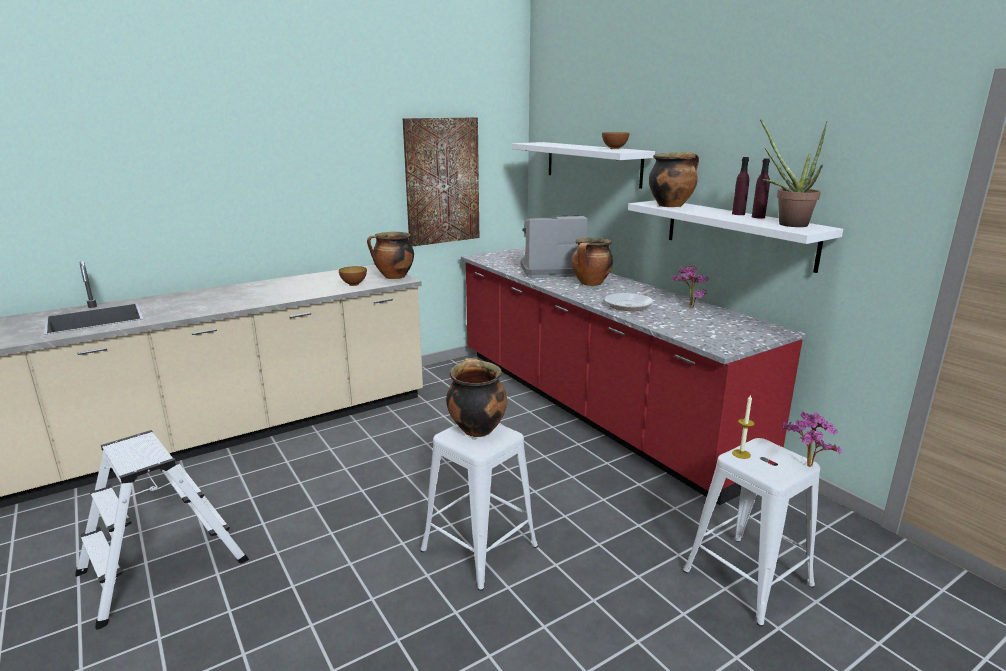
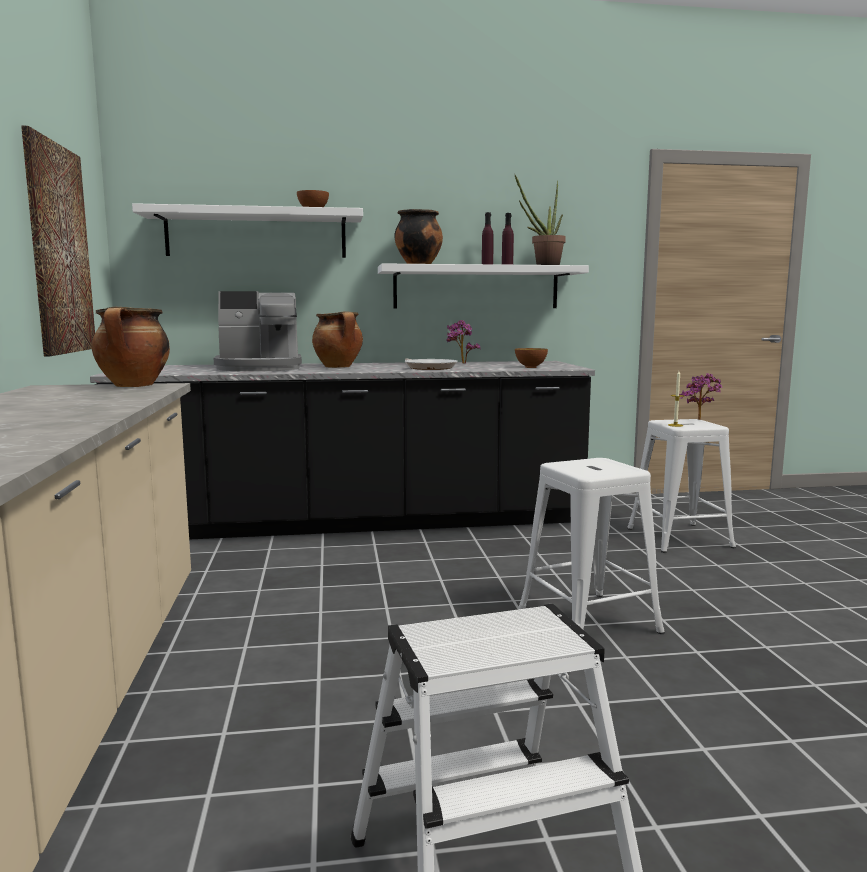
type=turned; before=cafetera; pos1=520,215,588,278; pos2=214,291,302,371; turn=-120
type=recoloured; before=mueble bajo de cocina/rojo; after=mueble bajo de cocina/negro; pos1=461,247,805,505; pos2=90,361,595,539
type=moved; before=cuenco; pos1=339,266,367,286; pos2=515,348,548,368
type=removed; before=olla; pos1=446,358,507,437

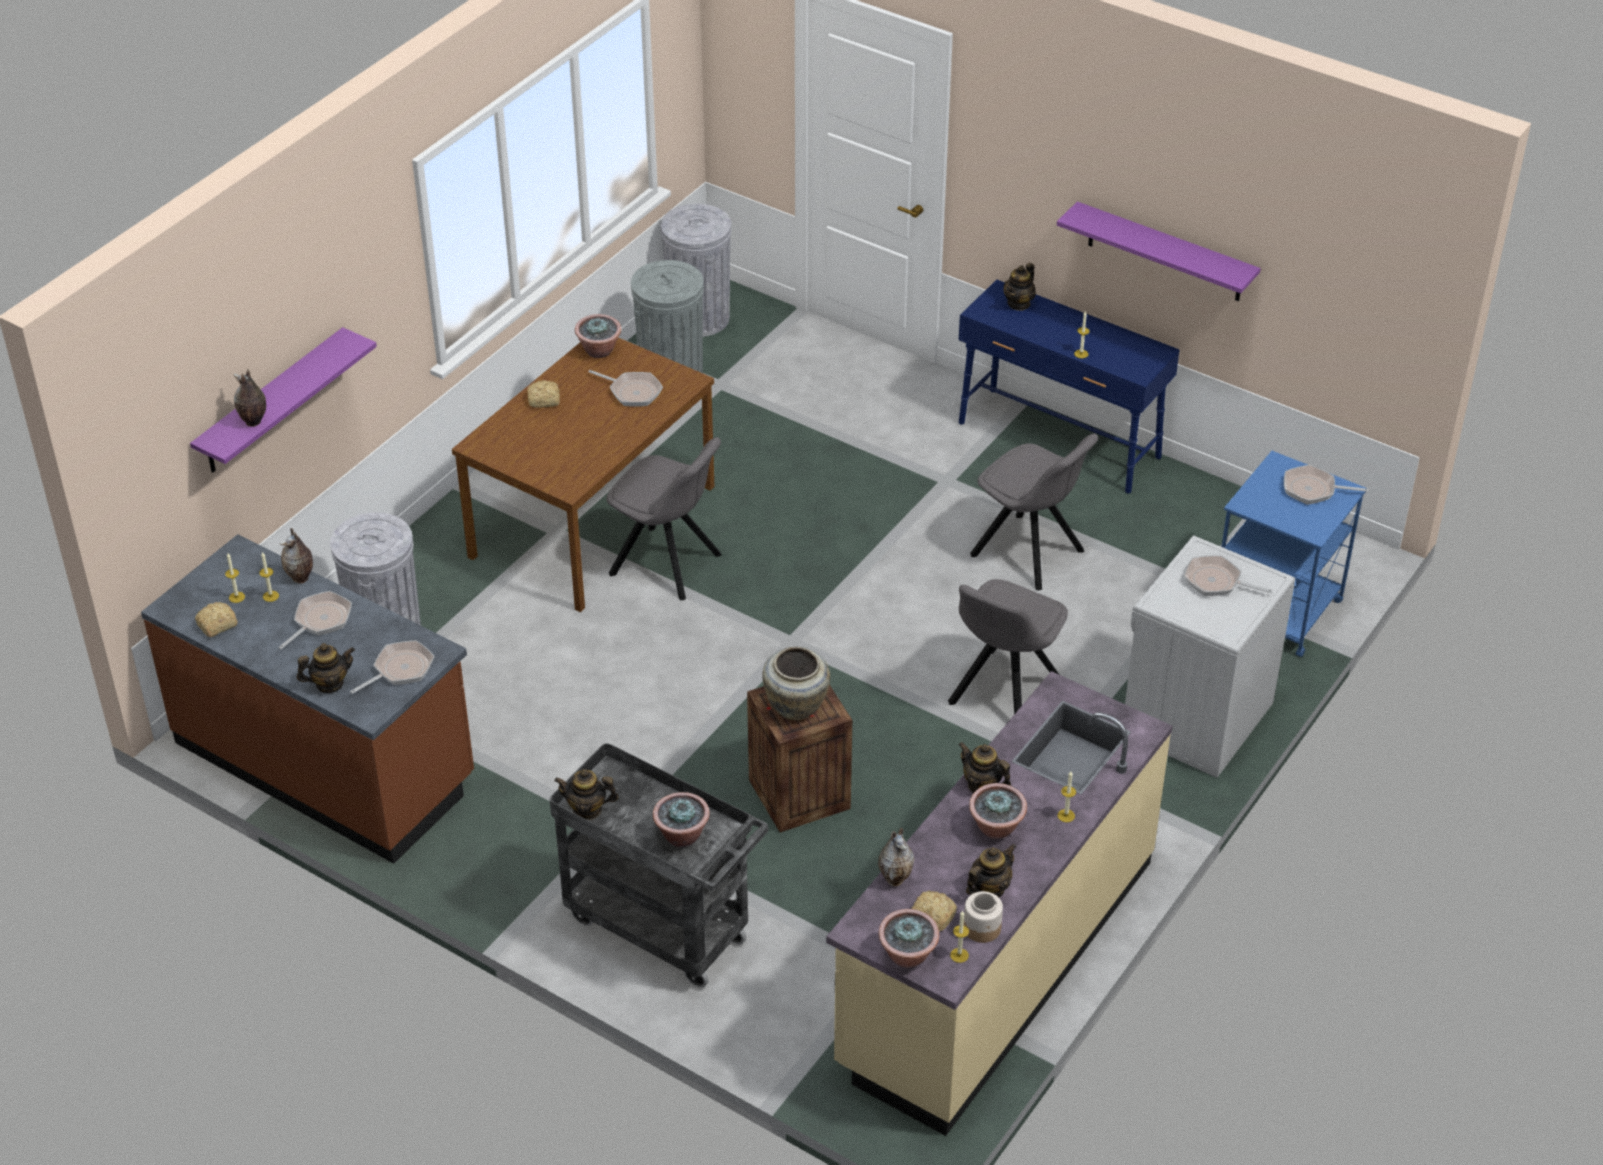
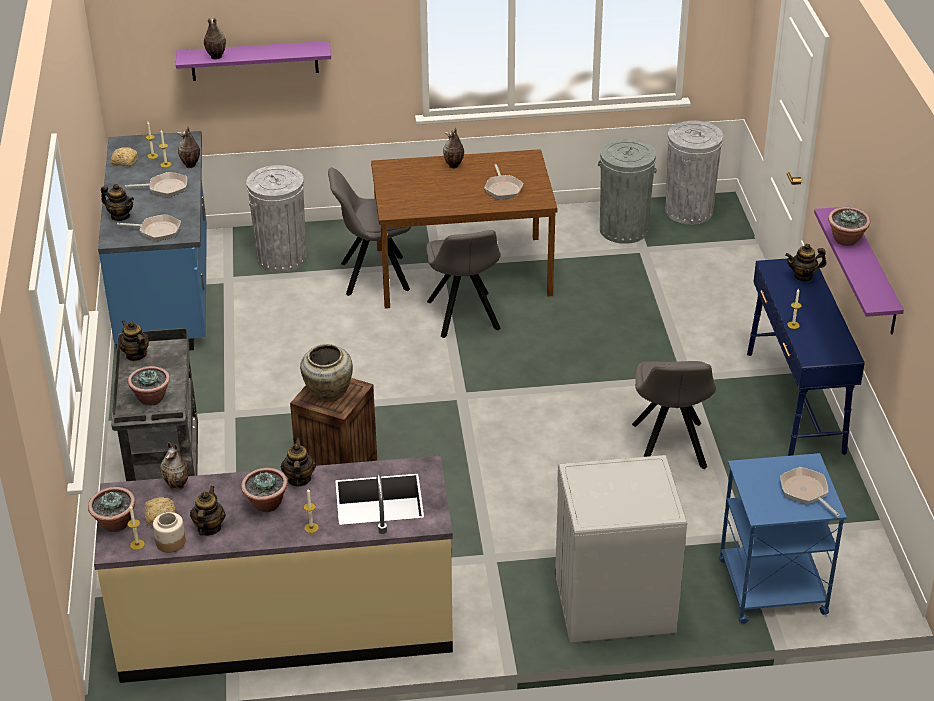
type=moved; before=planta en maceta; pos1=575,314,621,358; pos2=828,207,871,246
type=replaced; before=pan; after=florero; pos1=527,380,560,408; pos2=443,128,464,169
type=recoloured; before=mueble bajo de cocina/marrón; after=mueble bajo de cocina/azul; pos1=141,534,474,864; pos2=98,131,207,351
type=removed; before=sartén; pos1=1184,555,1273,596
type=moved; before=silla/gris; pos1=948,579,1068,714; pos2=328,167,411,296
type=turned; before=tetera; pos1=966,844,1016,898; pos2=190,486,226,536; turn=-90

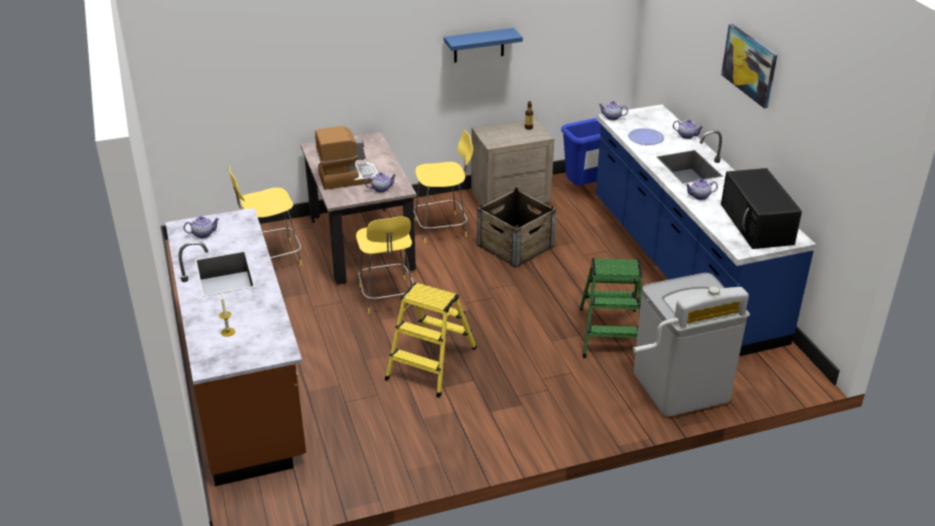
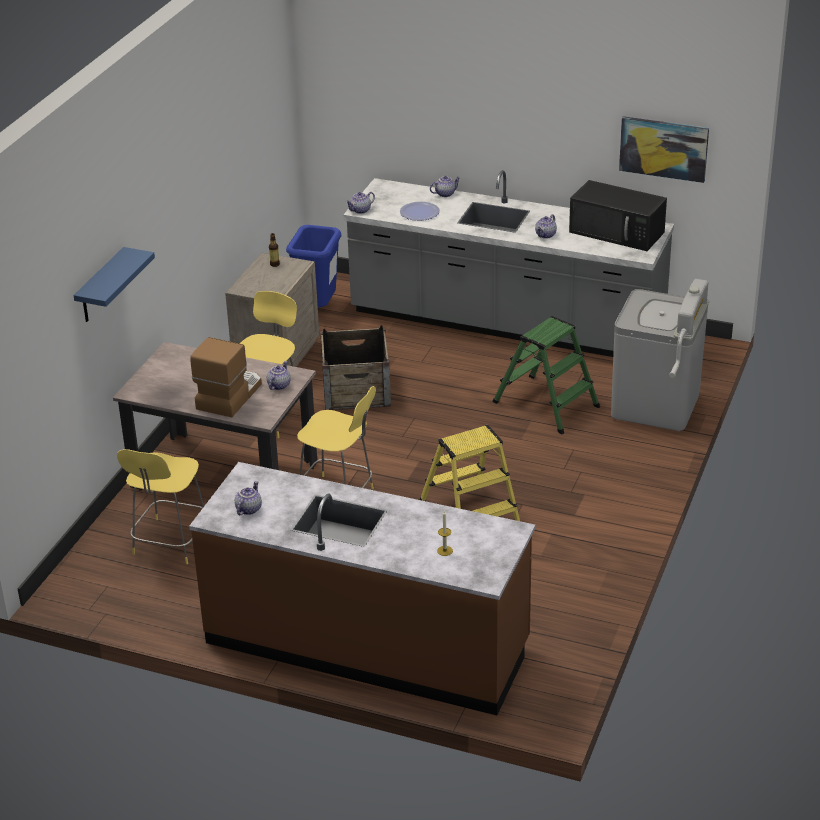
type=moved; before=cuadro; pos1=721,24,777,109; pos2=619,116,709,183
type=moved; before=estante/azul; pos1=444,28,523,63; pos2=73,247,155,322
type=recoloured; before=mueble bajo de cocina/azul; after=mueble bajo de cocina/gris; pos1=596,105,816,356; pos2=343,170,674,357

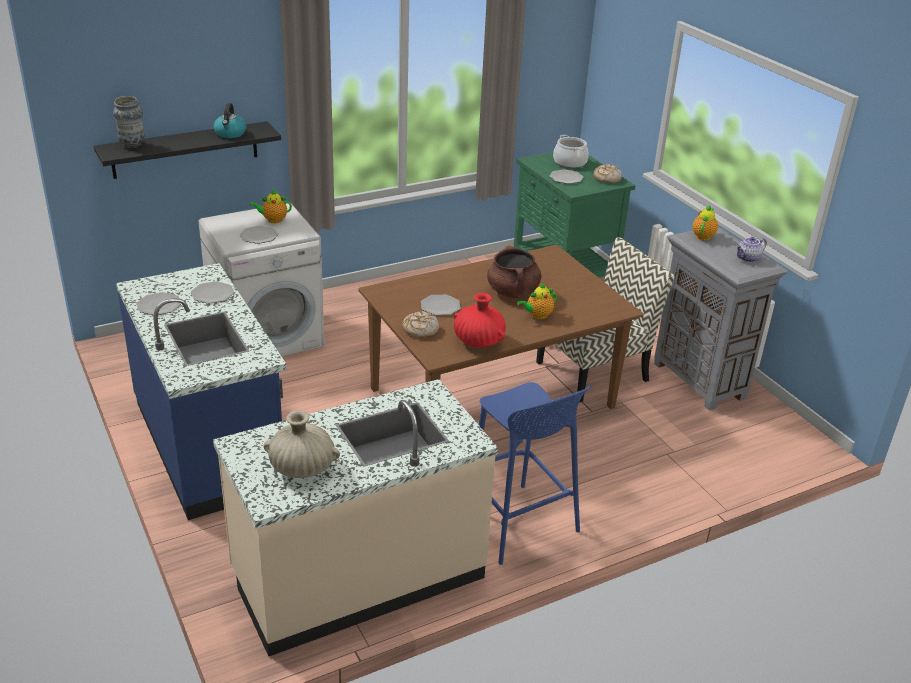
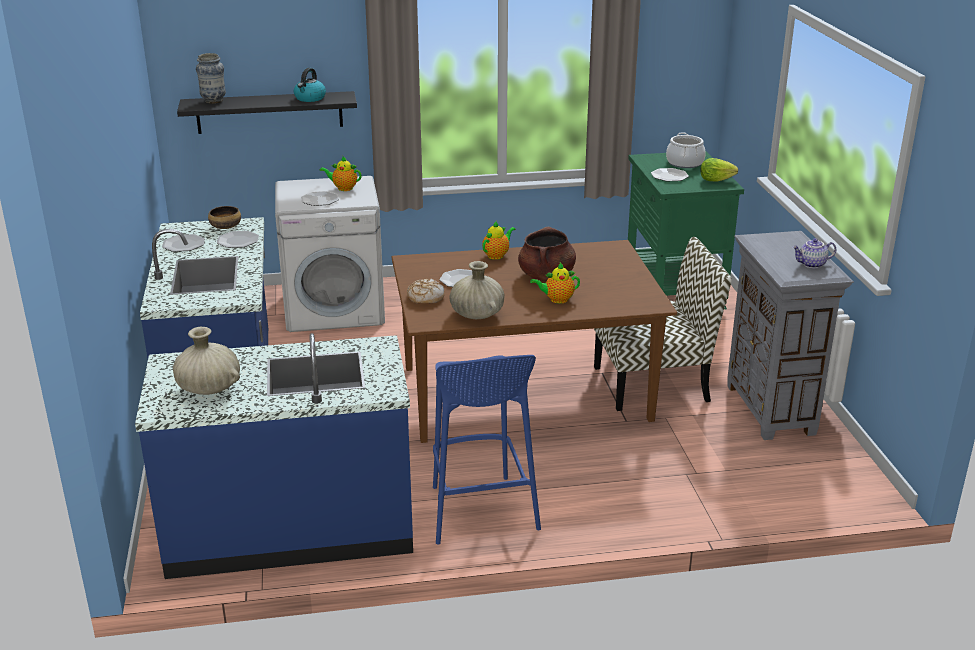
type=replaced; before=pan; after=lechuga; pos1=594,164,622,183; pos2=701,158,738,181
type=moved; before=tetera; pos1=693,205,718,240; pos2=482,221,515,260
type=recoloured; before=florero/rojo; after=florero/beis; pos1=454,293,506,347; pos2=449,261,505,319
type=recoloured; before=mueble bajo de cocina/beis; after=mueble bajo de cocina/azul; pos1=213,379,498,657; pos2=135,333,413,579
type=added; after=cuenco; pos2=208,206,241,229

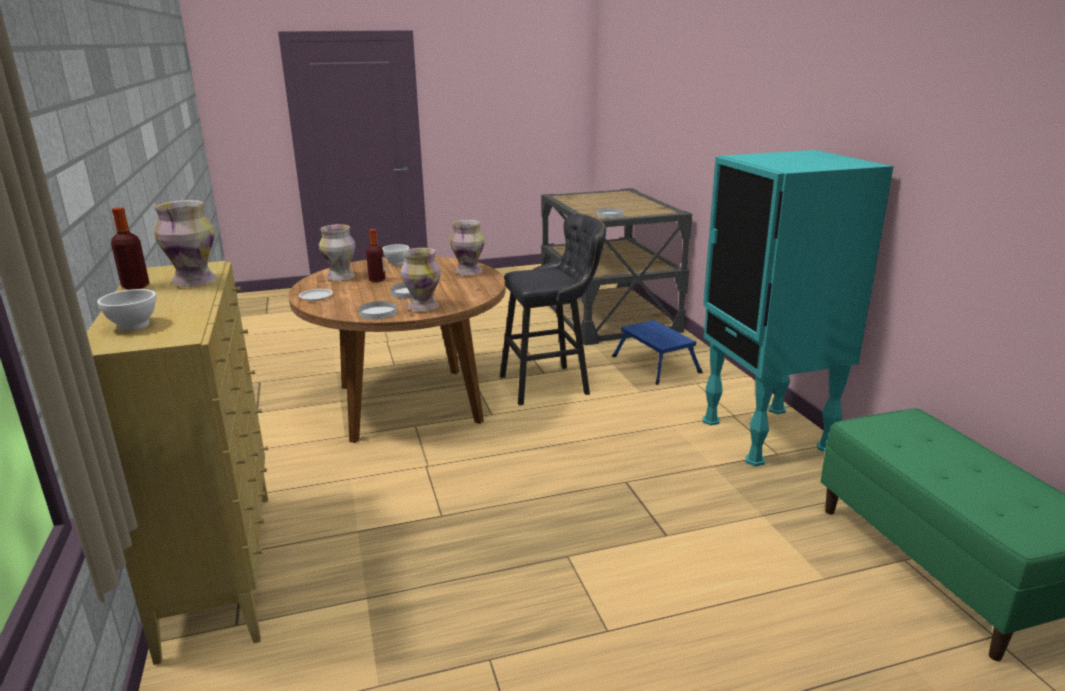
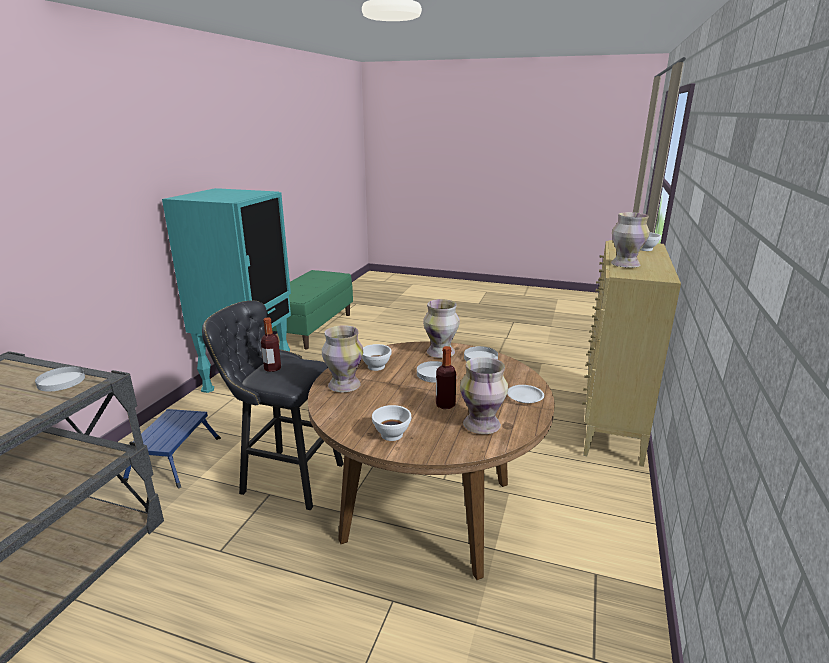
type=moved; before=botella; pos1=111,207,149,290; pos2=261,317,281,372
type=added; after=cuenco/blanco; pos2=362,344,391,371

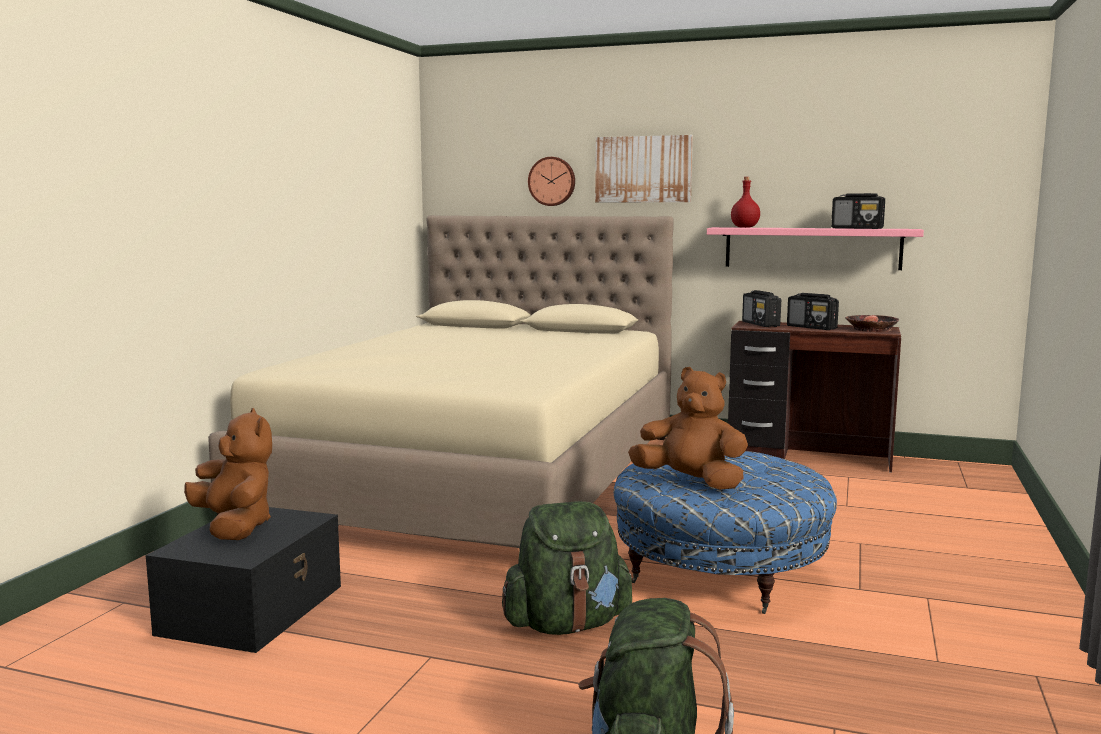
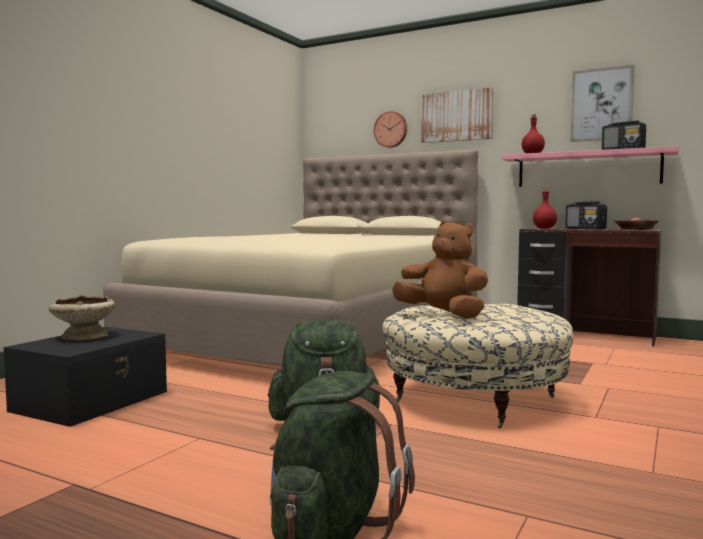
type=replaced; before=radio; after=botella/rojo; pos1=742,290,781,327; pos2=533,189,557,229
type=replaced; before=peluche/marrón; after=cuenco/beis; pos1=184,408,272,540; pos2=49,295,115,340
type=recoloured; before=puf/azul; after=puf/beis; pos1=614,451,837,614; pos2=383,304,574,428
type=added; after=cuadro; pos2=570,65,635,142

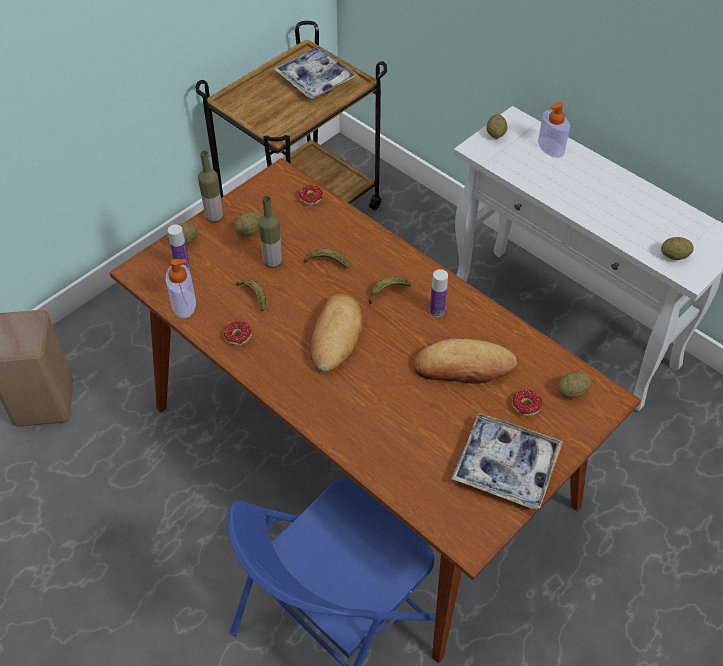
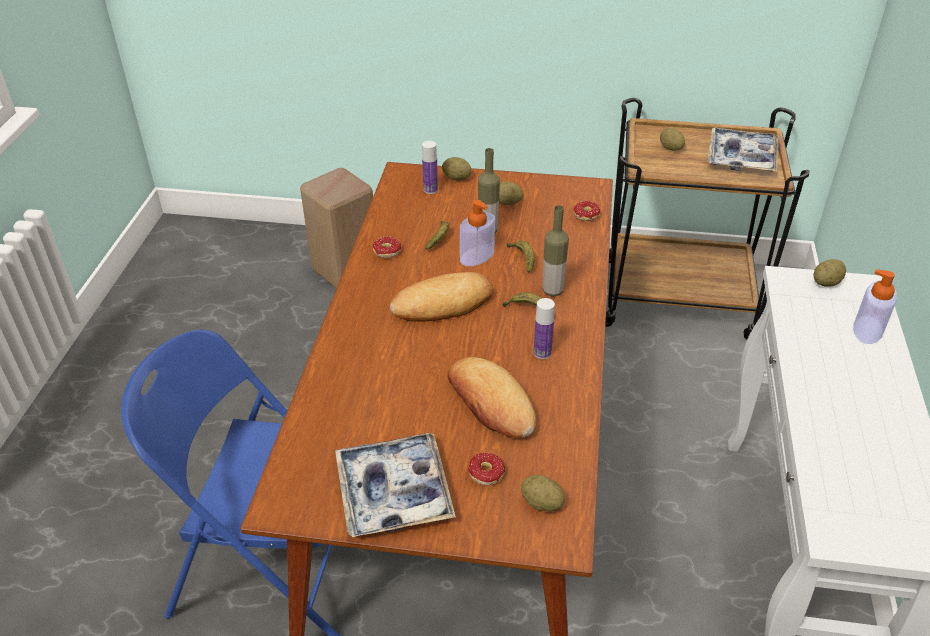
type=moved; before=botella; pos1=198,151,223,223; pos2=543,205,569,296
type=moved; before=patata; pos1=661,237,694,260; pos2=660,128,685,151
type=moved; before=dispensador de jabón; pos1=166,259,196,318; pos2=460,200,495,266

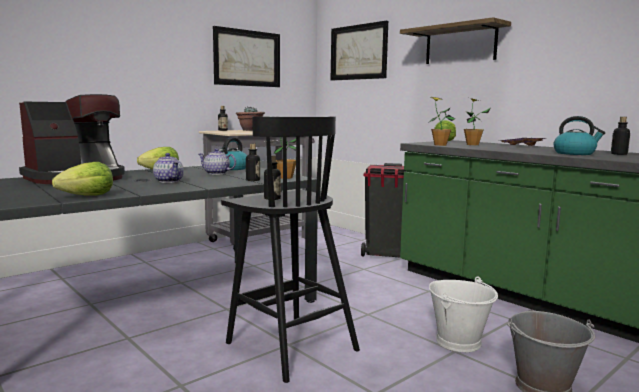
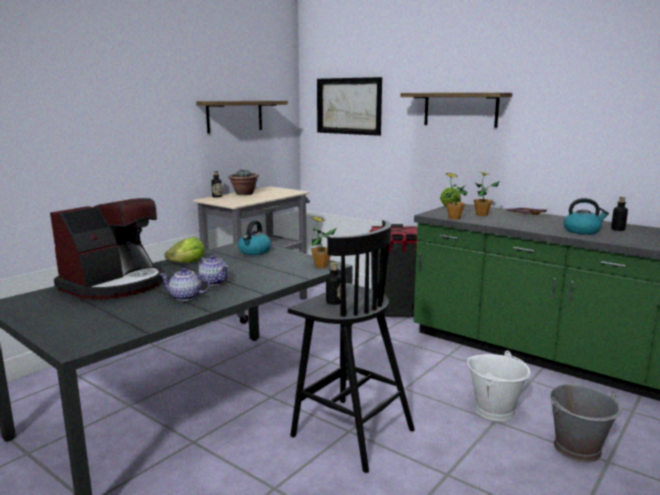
type=replaced; before=cuadro; after=estante; pos1=213,26,280,87; pos2=196,101,288,133
type=removed; before=botella; pos1=246,143,260,181
type=moved; before=tetera; pos1=198,148,236,175; pos2=160,268,210,301
type=removed; before=lechuga; pos1=52,162,113,196

